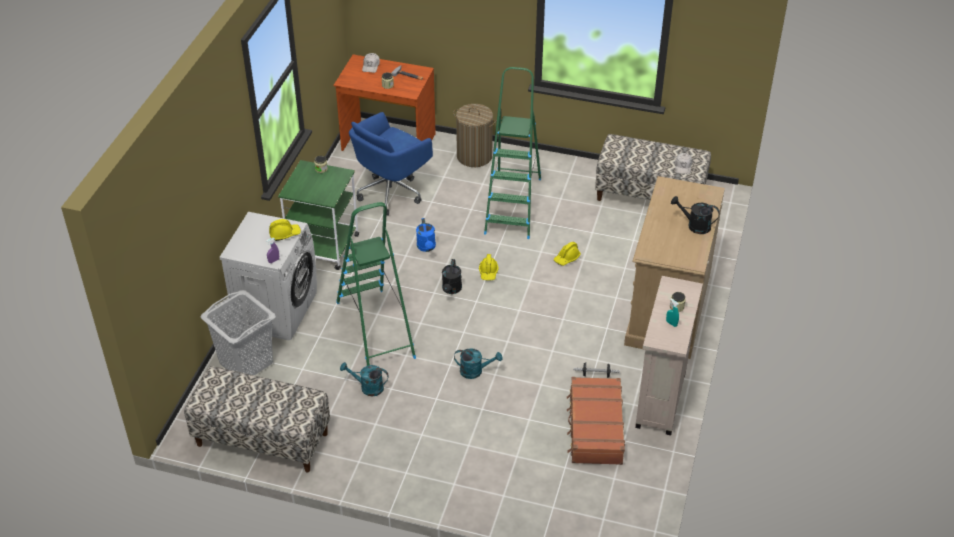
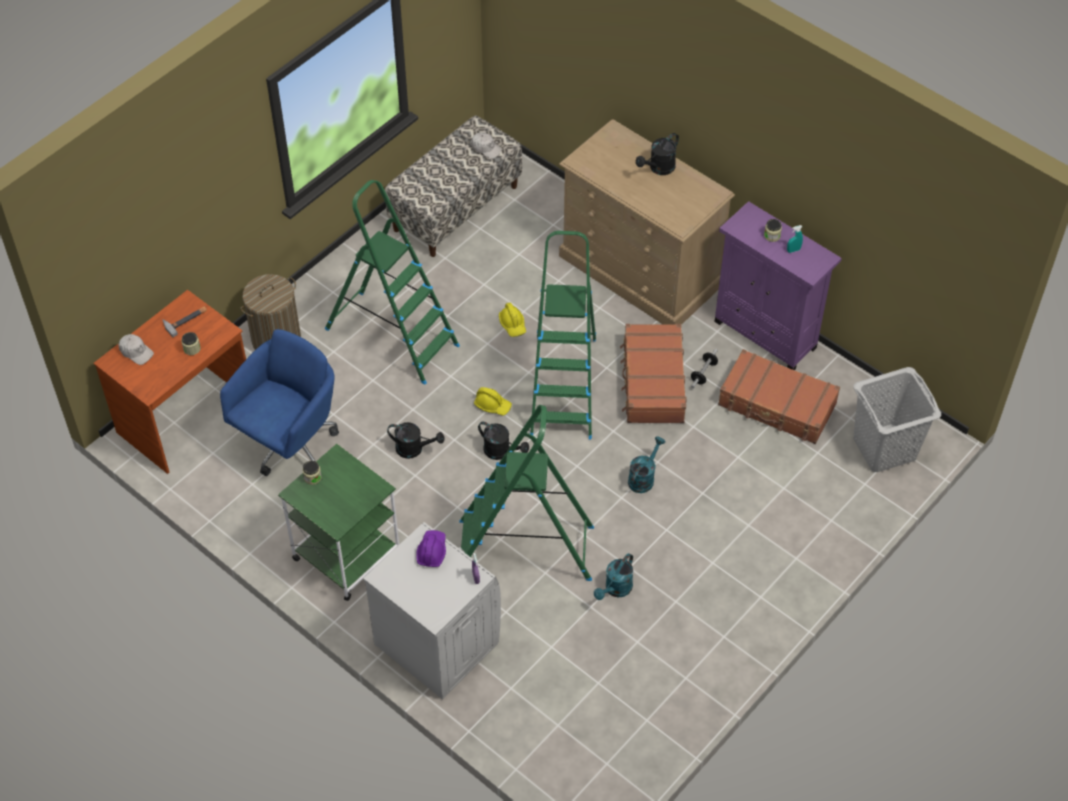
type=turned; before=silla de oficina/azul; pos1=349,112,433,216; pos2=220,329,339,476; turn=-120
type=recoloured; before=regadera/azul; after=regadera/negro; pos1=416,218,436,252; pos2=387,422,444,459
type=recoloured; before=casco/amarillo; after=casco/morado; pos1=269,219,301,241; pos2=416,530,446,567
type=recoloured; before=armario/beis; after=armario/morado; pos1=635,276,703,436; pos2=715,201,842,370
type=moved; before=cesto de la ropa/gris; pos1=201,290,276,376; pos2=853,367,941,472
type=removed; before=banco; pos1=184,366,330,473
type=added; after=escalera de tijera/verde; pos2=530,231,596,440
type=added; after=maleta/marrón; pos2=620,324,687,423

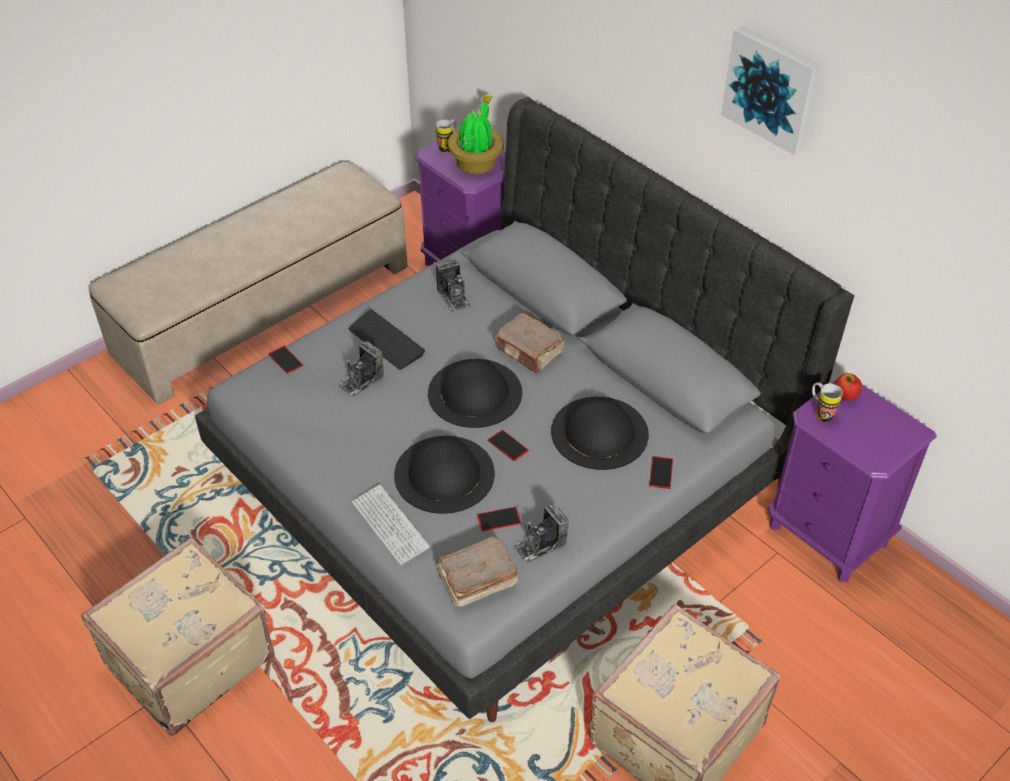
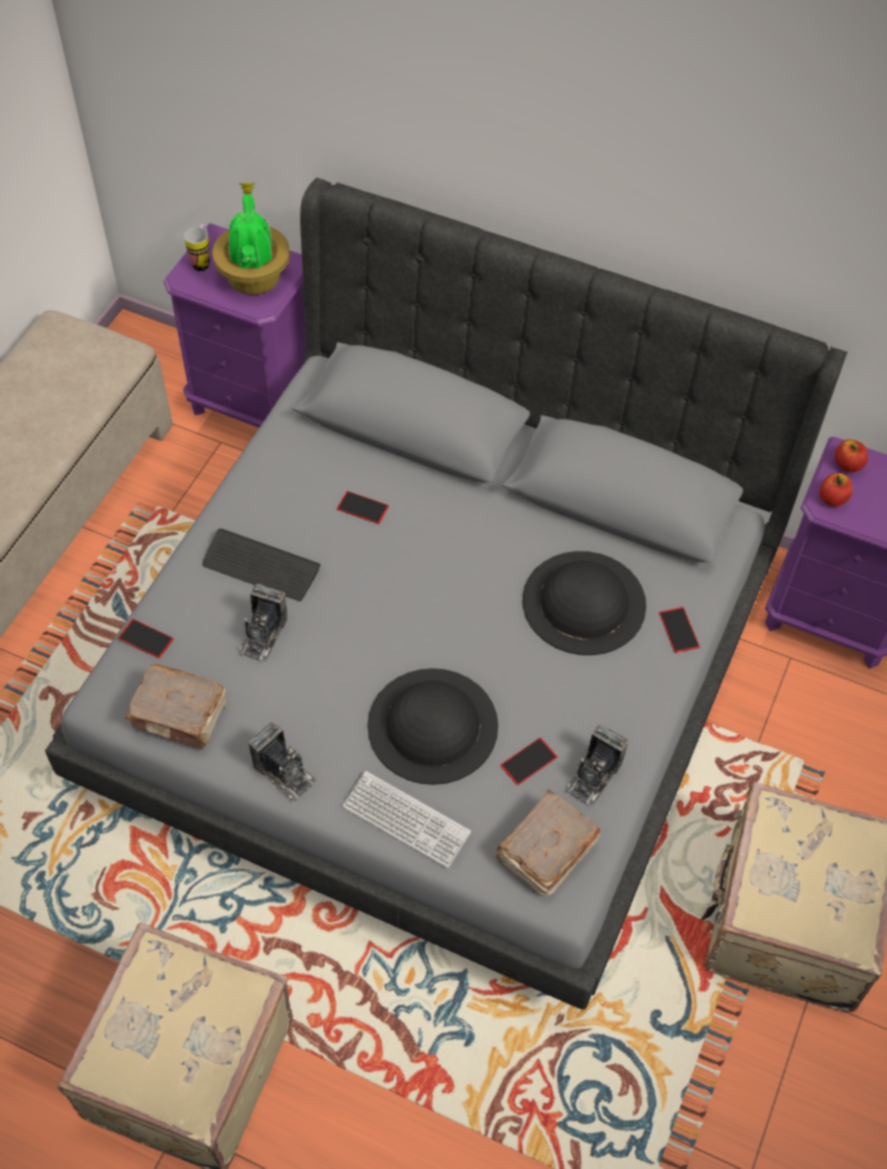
type=removed; before=cuadro; pos1=721,26,821,155
type=moved; before=cámara; pos1=436,259,471,313; pos2=249,722,318,803
type=moved; before=libro/marrón; pos1=494,313,565,373; pos2=125,664,226,750
type=removed; before=sombrero/negro; pos1=428,359,522,428
type=replaced; before=taza grande; after=manzana; pos1=812,382,843,422; pos2=820,473,853,507
type=moved; before=móvil; pos1=488,430,529,461; pos2=337,491,389,524

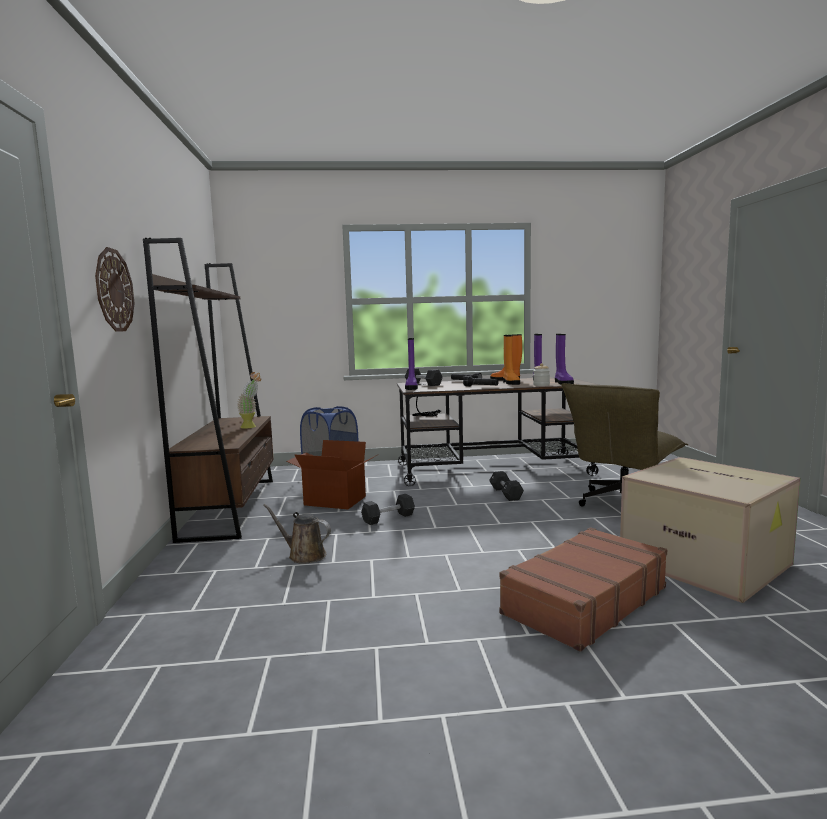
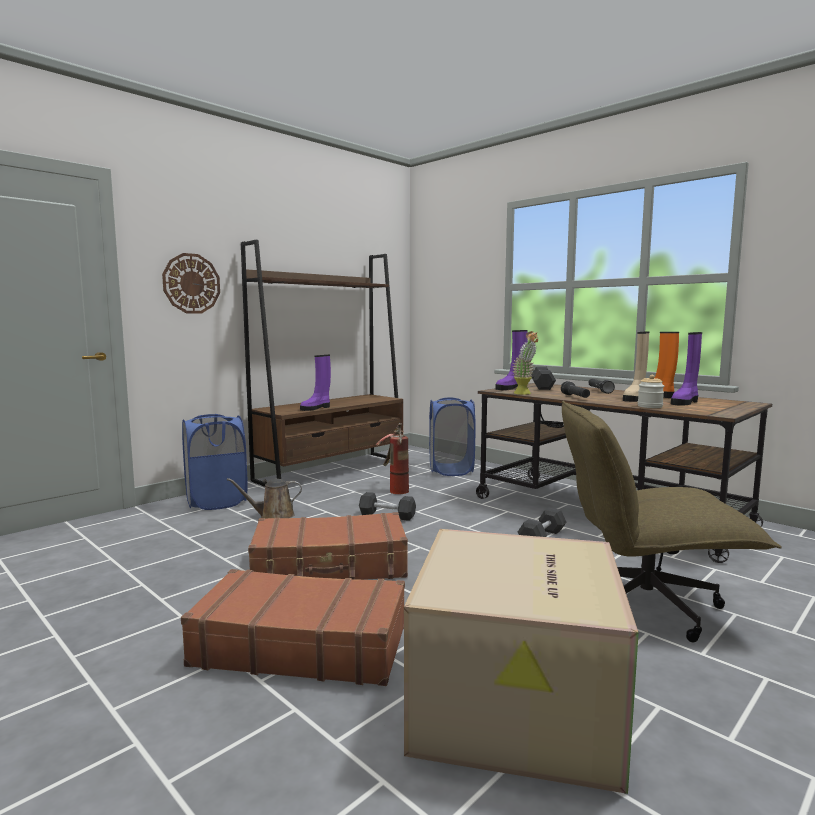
type=moved; before=bota/morado; pos1=555,334,574,385; pos2=300,355,331,411
type=recoloured; before=bota/naranja; after=bota/beis; pos1=503,335,520,385; pos2=623,332,649,402
type=moved; before=planta en maceta; pos1=237,372,261,428; pos2=512,331,538,395
type=replaced; before=caja de cartón; after=extintor; pos1=286,440,377,509; pos2=376,423,409,494
type=turned; before=regadera/marrón; pos1=263,504,331,564; pos2=227,478,302,518; turn=-90
type=added; after=cesto de la ropa/azul; pos2=182,414,248,510
type=added; after=maleta/marrón; pos2=248,512,408,580

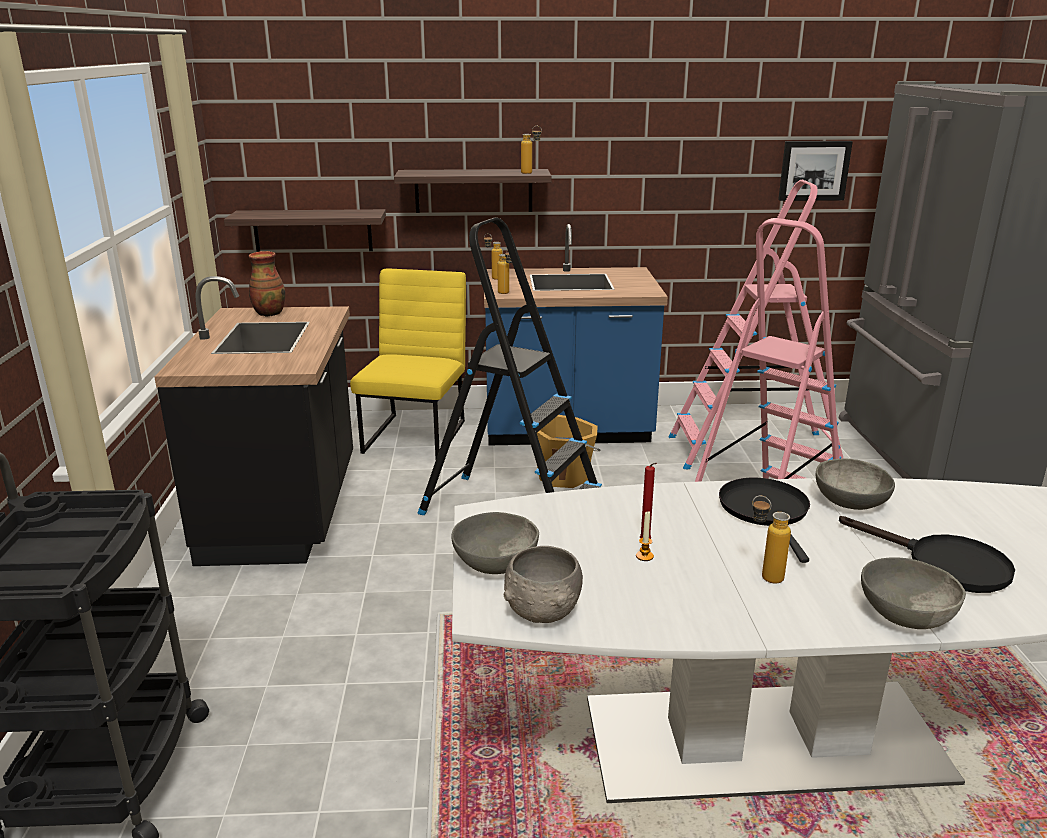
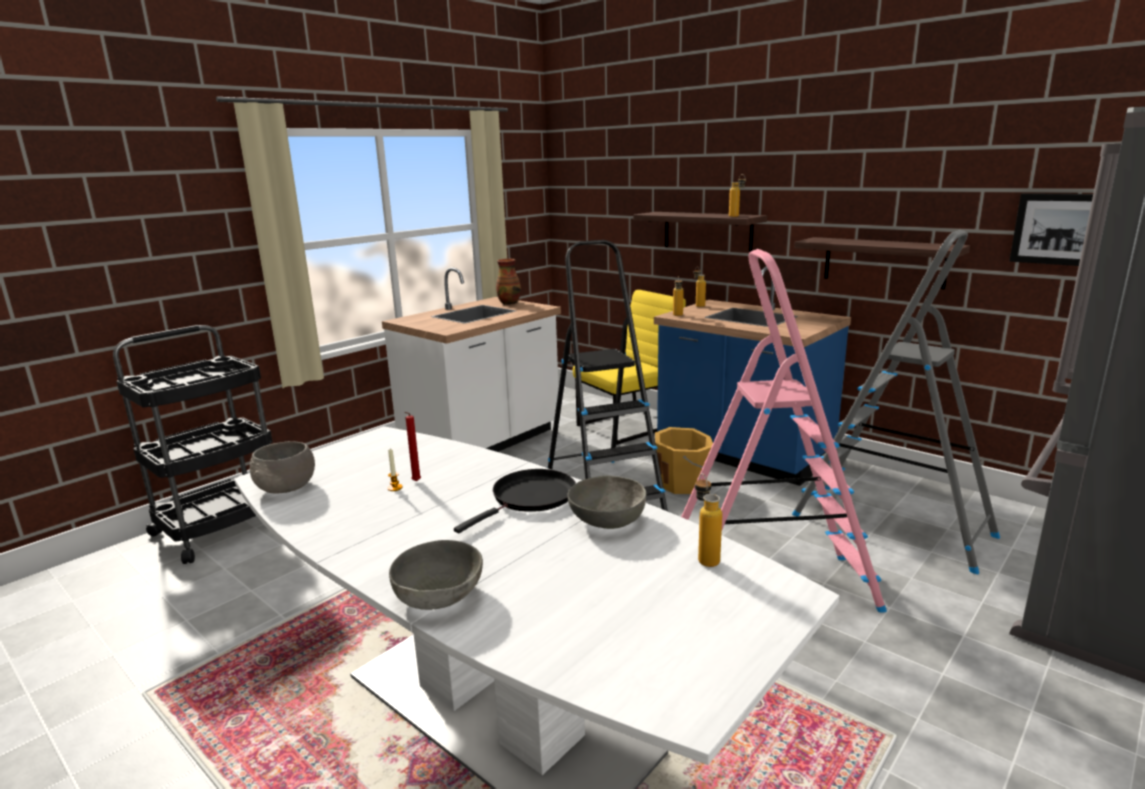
type=recoloured; before=escalera de tijera/rosa; after=escalera de tijera/gris; pos1=669,180,844,469; pos2=792,230,1000,574
type=moved; before=estante; pos1=224,209,386,252; pos2=794,237,970,289
type=recoloured; before=mueble bajo de cocina/negro; after=mueble bajo de cocina/blanco; pos1=154,276,353,566; pos2=382,267,561,452
type=moved; before=botella; pos1=752,496,791,584; pos2=695,473,722,567
type=removed; before=cuenco/gris; pos1=451,512,539,574
type=removed; before=sartén/negro; pos1=839,516,1015,593

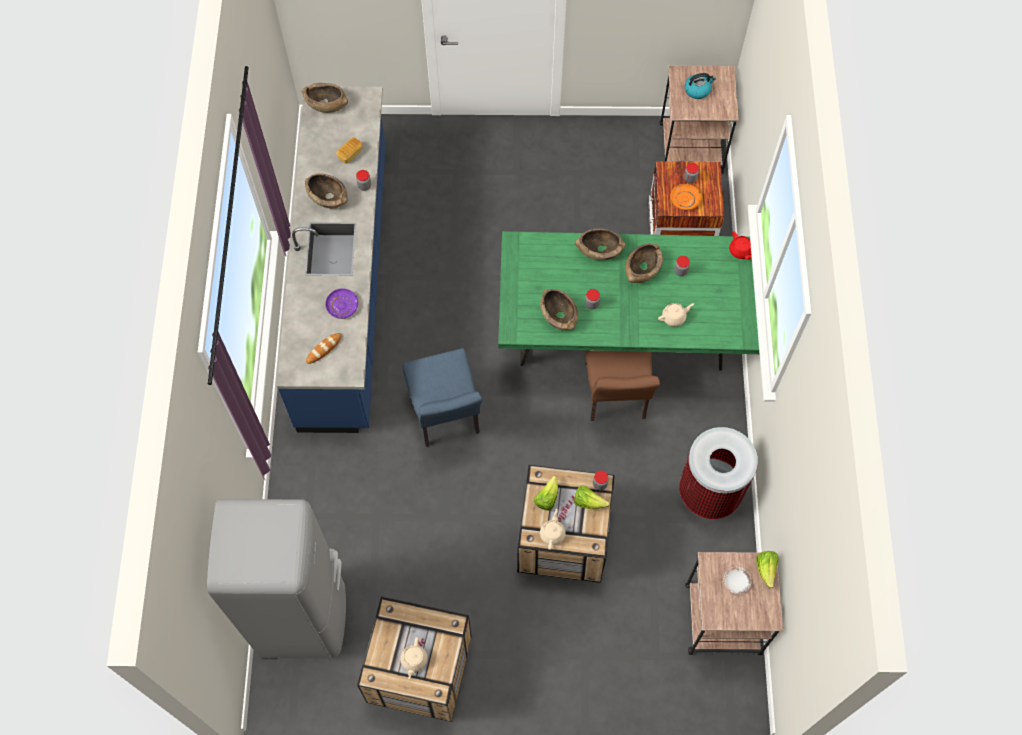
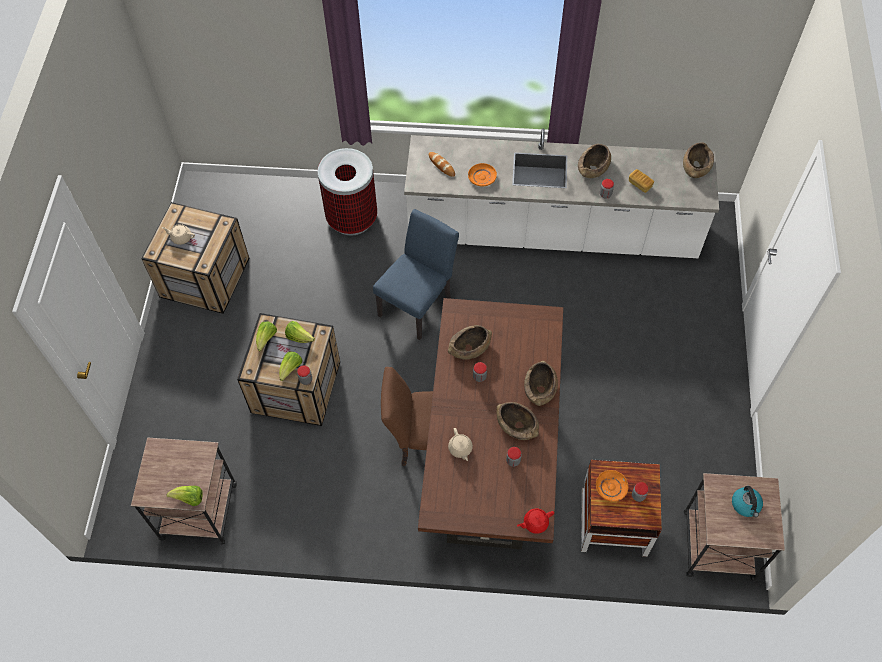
type=recoloured; before=mueble bajo de cocina/azul; after=mueble bajo de cocina/blanco; pos1=277,86,386,433; pos2=404,128,719,258
type=recoloured; before=mesa de comedor/verde; after=mesa de comedor/marrón; pos1=498,231,759,371; pos2=418,298,563,550
type=recoloured; before=plato/morado; after=plato/naranja; pos1=325,288,358,319; pos2=468,163,497,187
type=turned; before=silla/azul; pos1=403,348,482,447; pos2=373,209,459,340; turn=135
type=moved; before=papelera; pos1=679,427,758,519; pos2=318,148,377,235
type=removed; before=nevera/gris; pos1=207,499,346,659
type=replaced; before=tetera/beis; after=lechuga; pos1=540,509,565,550; pos2=256,322,277,352
type=removed; before=plato/blanco; pos1=724,567,751,594

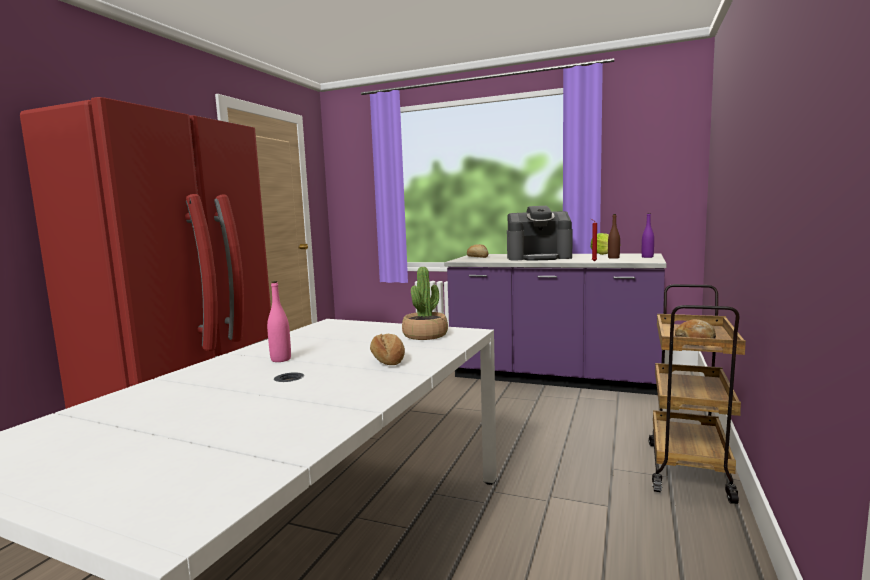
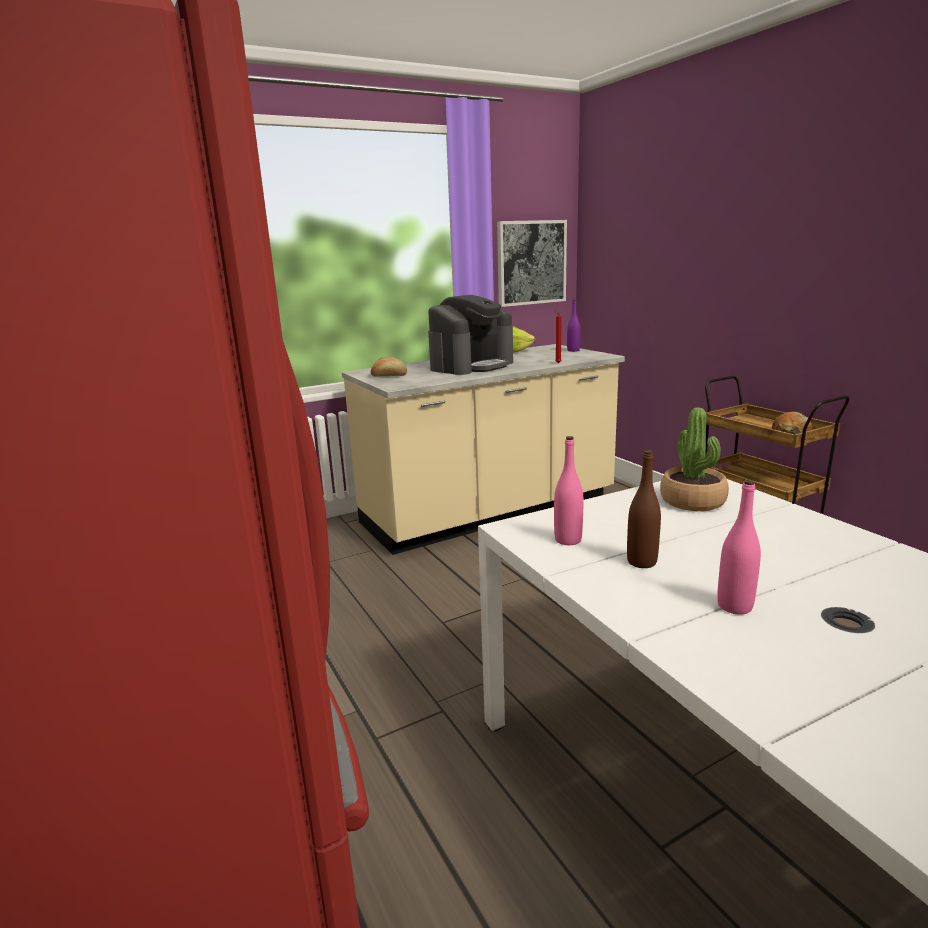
type=moved; before=botella/marrón; pos1=608,214,620,259; pos2=627,450,661,568
type=recoloured; before=mueble bajo de cocina/morado; after=mueble bajo de cocina/beis; pos1=444,253,667,395; pos2=342,344,625,555
type=removed; before=pan; pos1=370,334,405,365
type=added; after=cuadro; pos2=497,220,567,307
type=added; after=botella/rosa; pos2=554,436,583,545

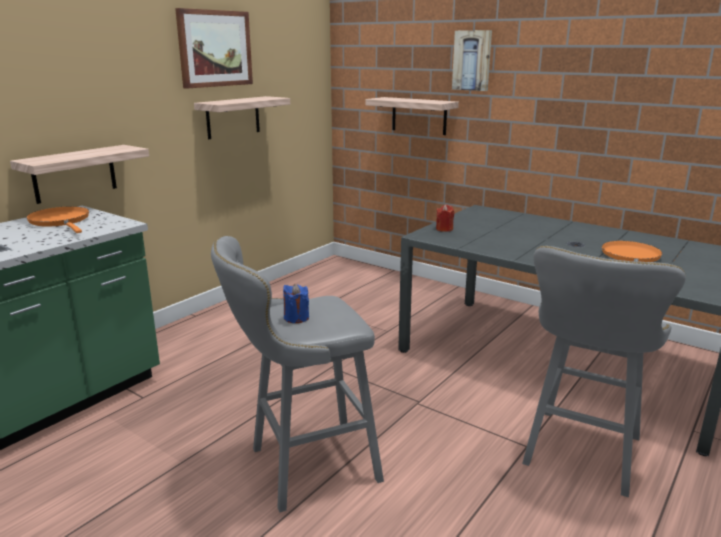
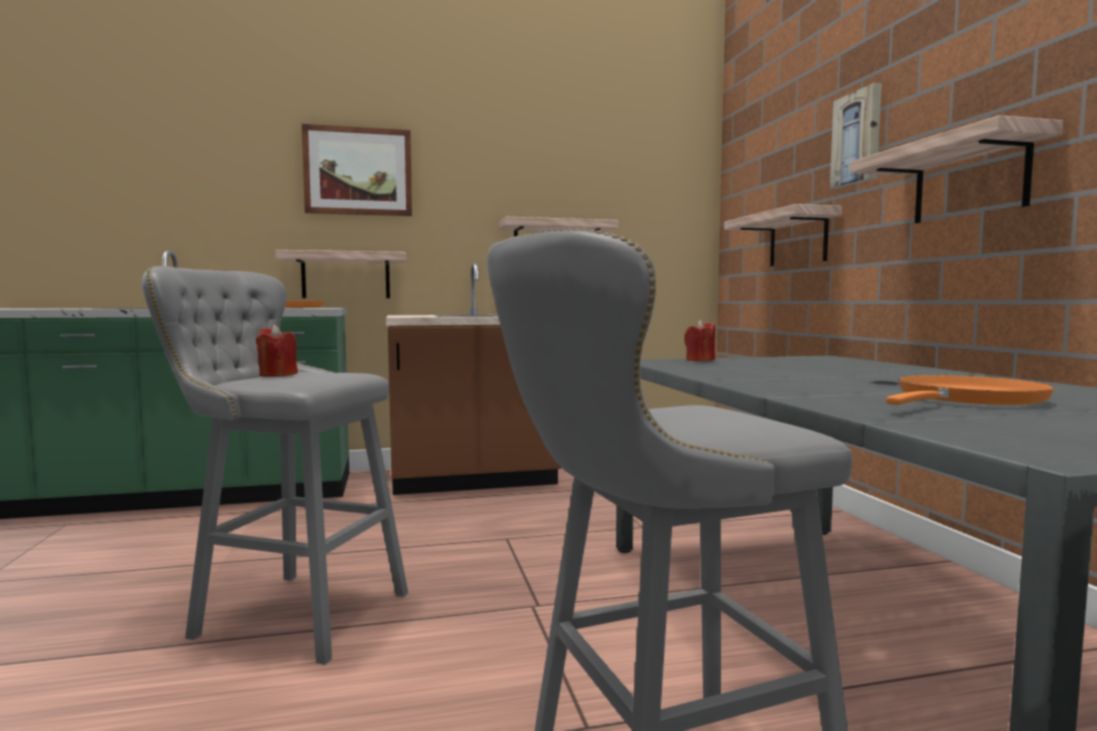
type=moved; before=cuadro; pos1=175,8,253,89; pos2=302,124,412,216
type=recoloured; before=vela/azul; after=vela/rojo; pos1=283,284,309,323; pos2=256,325,298,377
type=added; after=estante; pos2=850,115,1063,223
type=added; after=mueble bajo de cocina/marrón; pos2=386,263,561,495

